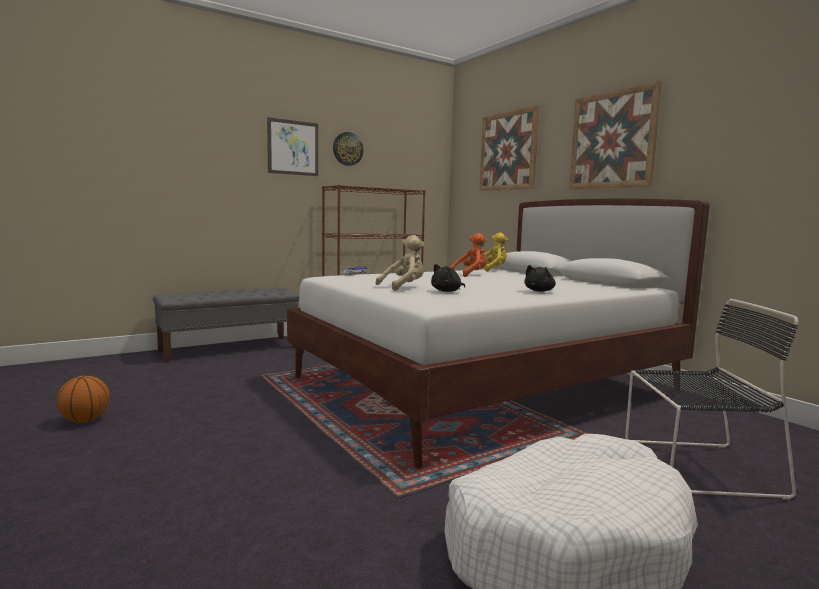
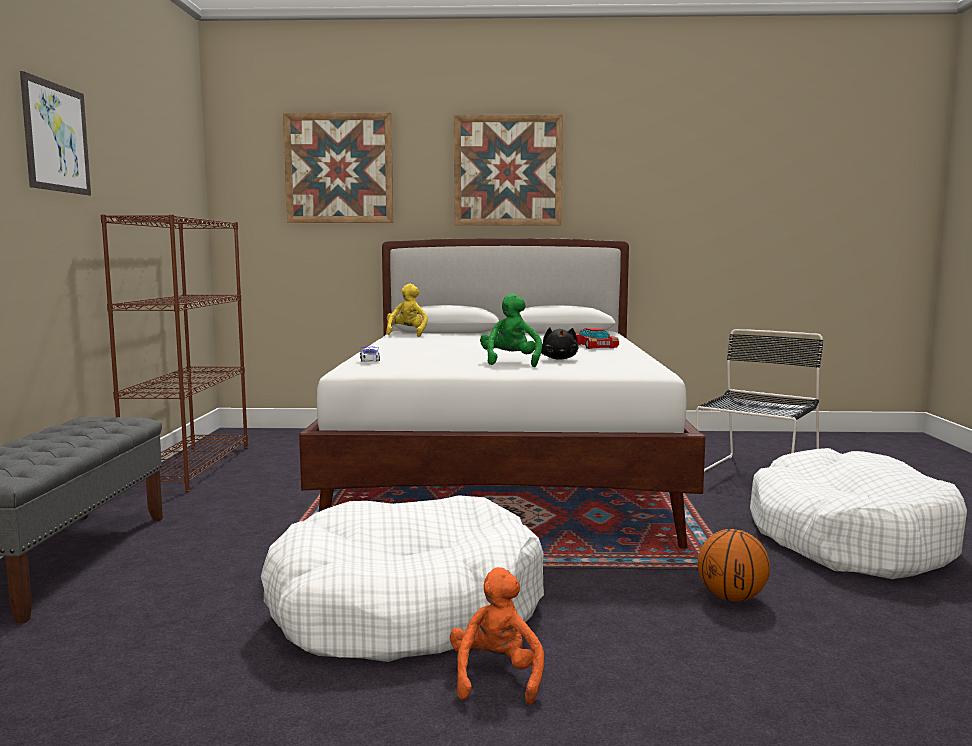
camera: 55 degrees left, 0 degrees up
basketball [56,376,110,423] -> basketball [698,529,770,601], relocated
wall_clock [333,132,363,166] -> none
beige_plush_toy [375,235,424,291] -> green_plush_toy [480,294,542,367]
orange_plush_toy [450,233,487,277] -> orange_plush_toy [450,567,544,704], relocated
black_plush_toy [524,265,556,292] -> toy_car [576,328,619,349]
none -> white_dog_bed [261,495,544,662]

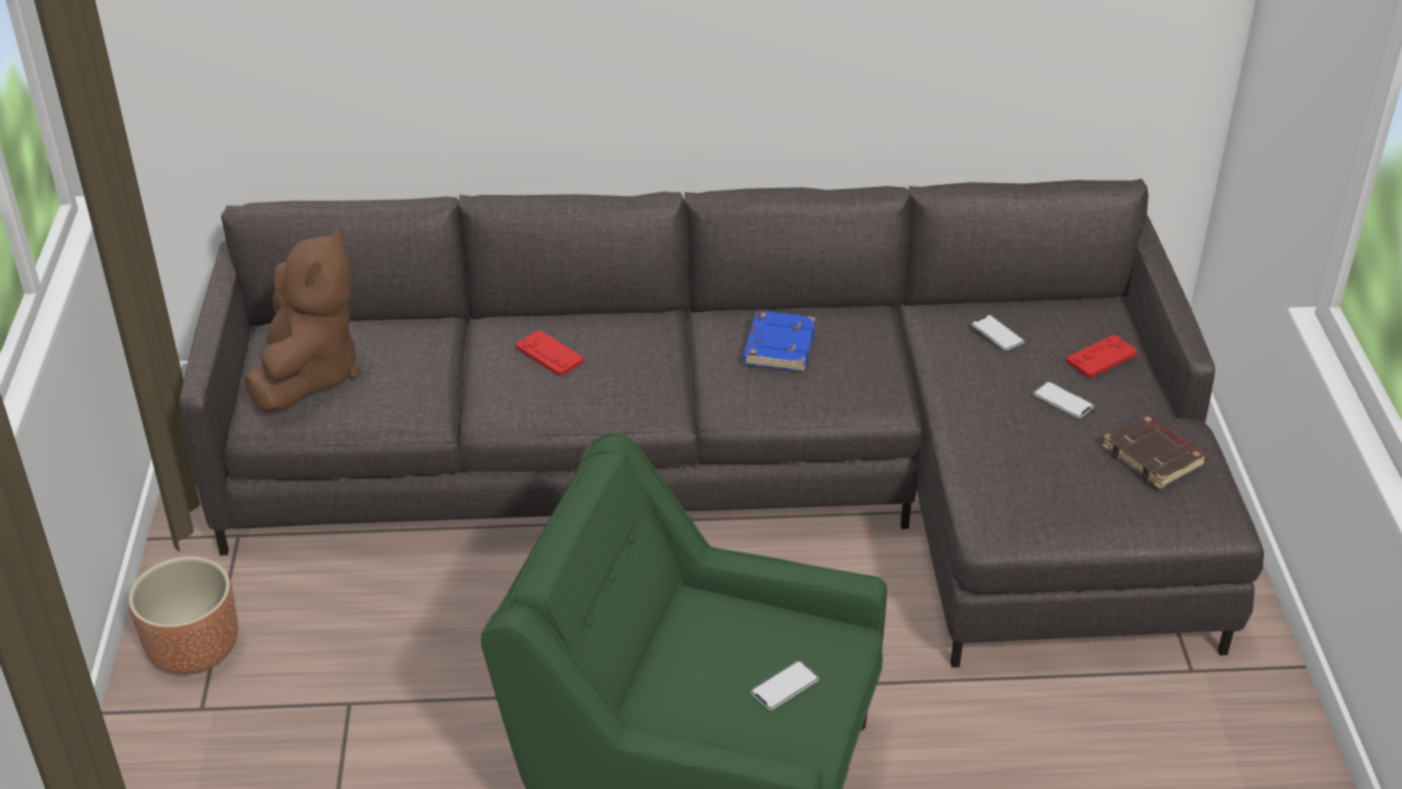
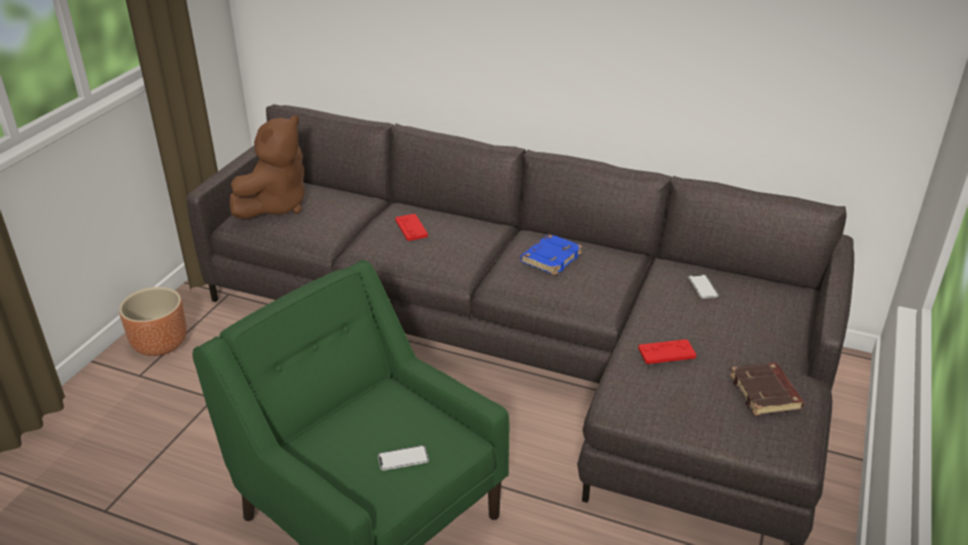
camera: 25 degrees right, 5 degrees down
phone [1033,381,1094,418] -> none
red_game_controller [1067,335,1137,378] -> red_game_controller [638,339,696,364], relocated

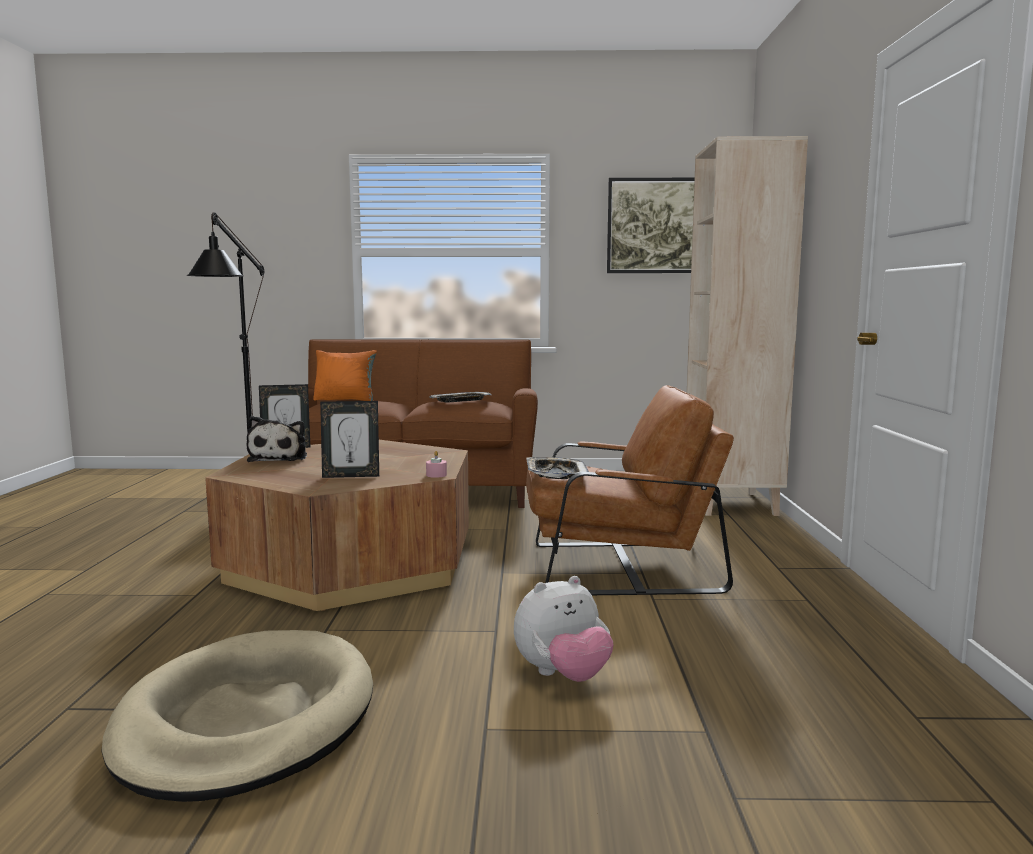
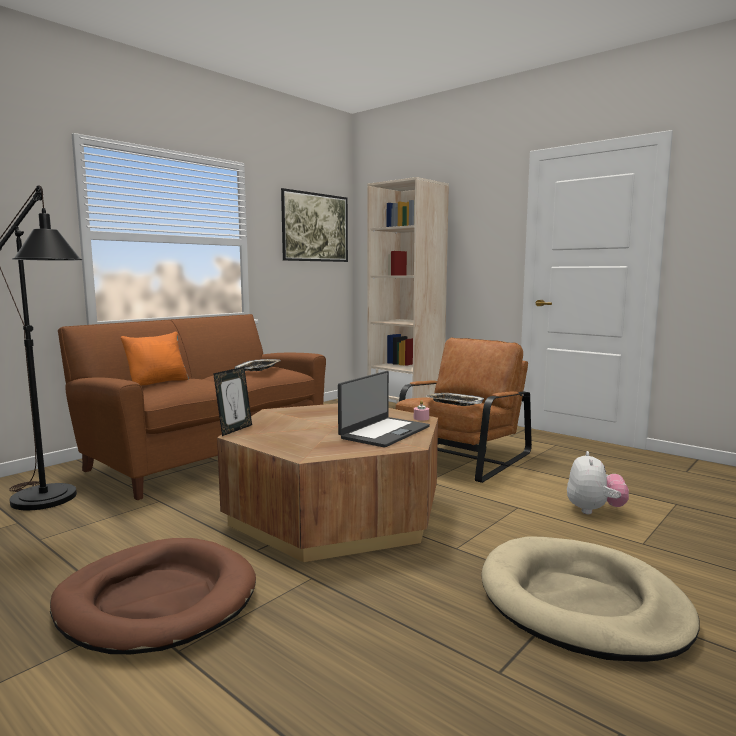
camera: 50 degrees left, 0 degrees up
plush_toy [247,416,307,462] -> none
picture_frame [320,401,379,478] -> laptop [338,371,430,448]
none -> brown_dog_bed [50,538,256,654]

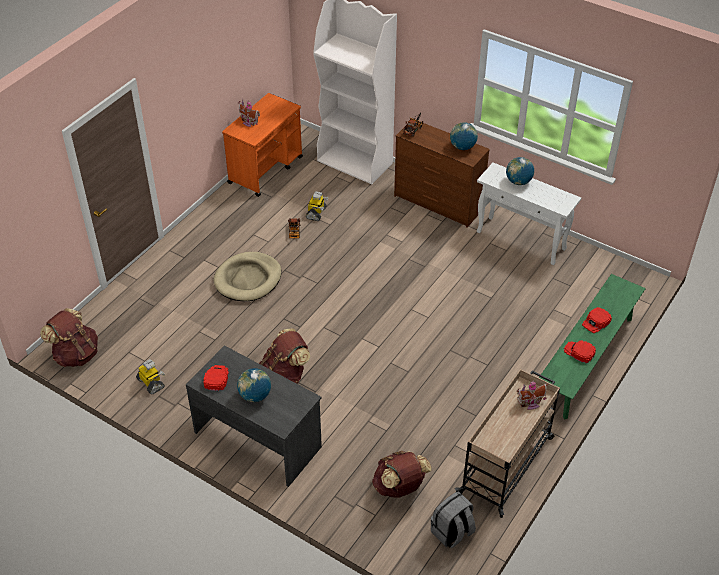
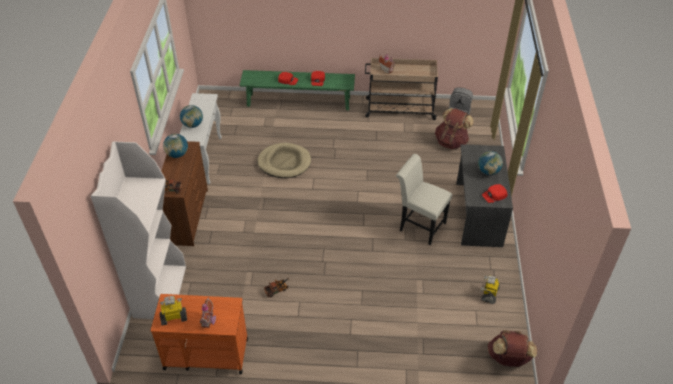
camera: 120 degrees left, 0 degrees up
beige_dog_bed [214,252,281,301] -> beige_dog_bed [257,143,311,178], relocated
brown_backpack [259,328,310,384] -> white_chair [396,154,452,245]
toy_robot [306,191,328,221] -> toy_robot [159,296,187,326], relocated

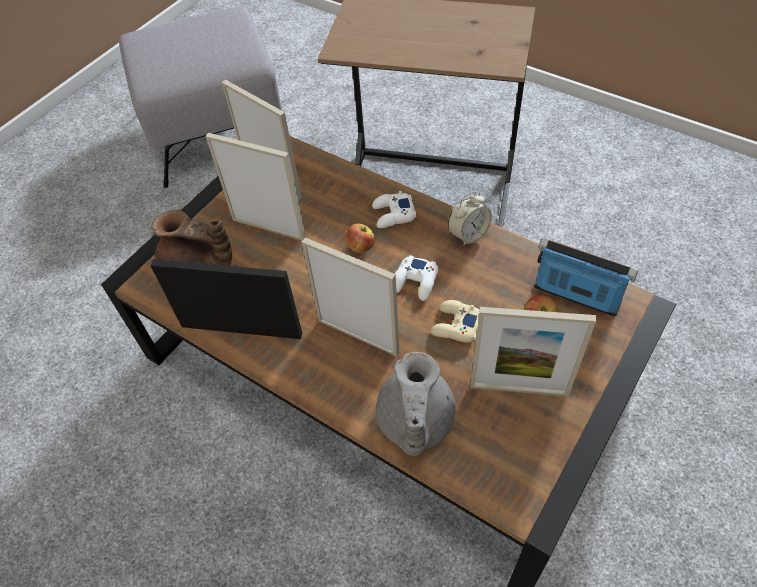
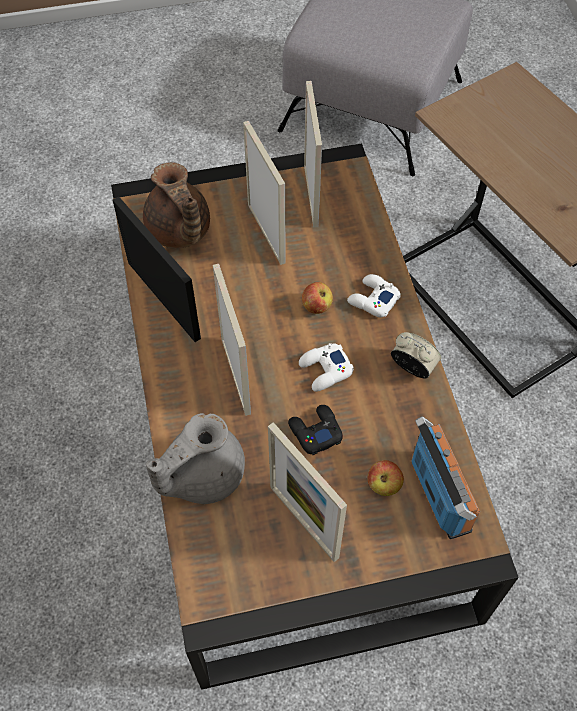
camera: 40 degrees right, 5 degrees up
beige_game_controller [431,300,480,343] -> black_game_controller [288,405,343,455]
alarm_clock [448,191,492,247] -> alarm_clock [391,332,441,378], 150 degrees counterclockwise

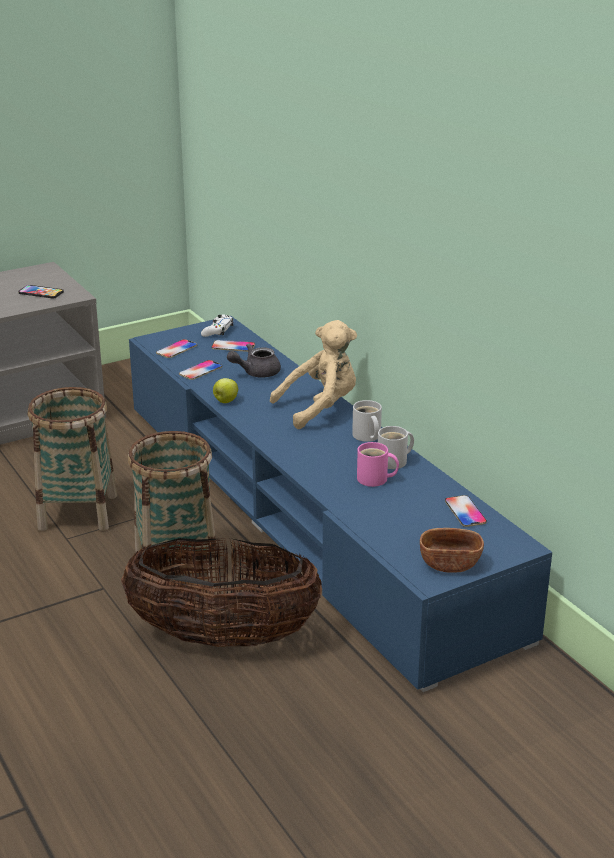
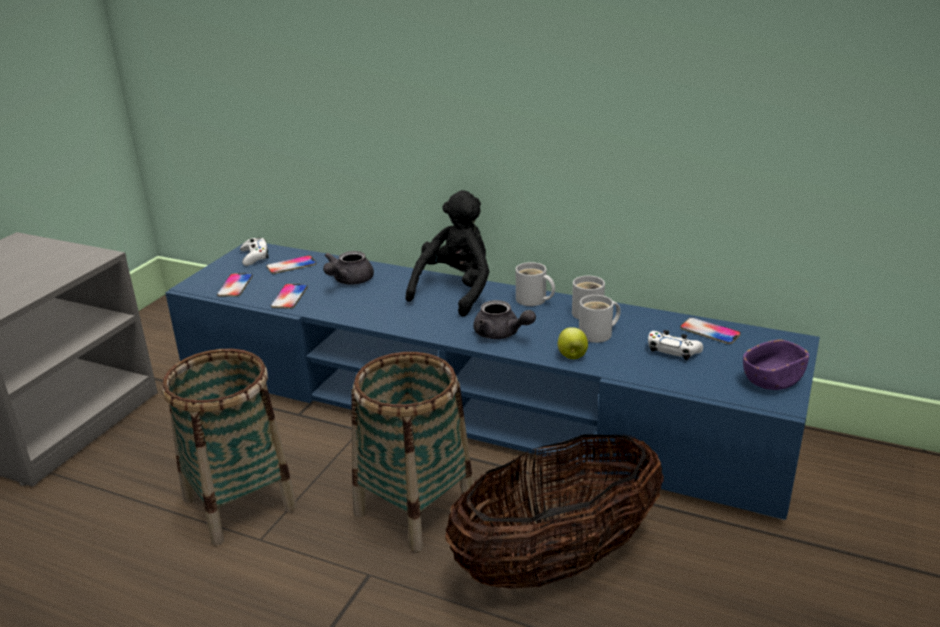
camera: 35 degrees left, 0 degrees up
phone [18,285,64,298] -> none
apple [213,378,238,403] -> apple [558,327,588,359], relocated
beige_plush_toy [270,320,357,429] -> black_plush_toy [406,190,489,317]
pink_mug [357,442,399,487] -> white_mug [579,295,621,343]
brown_bowl [420,528,484,573] -> purple_bowl [743,339,809,390]
none -> grey_teapot [473,300,536,339]
none -> white_game_controller [648,330,703,360]

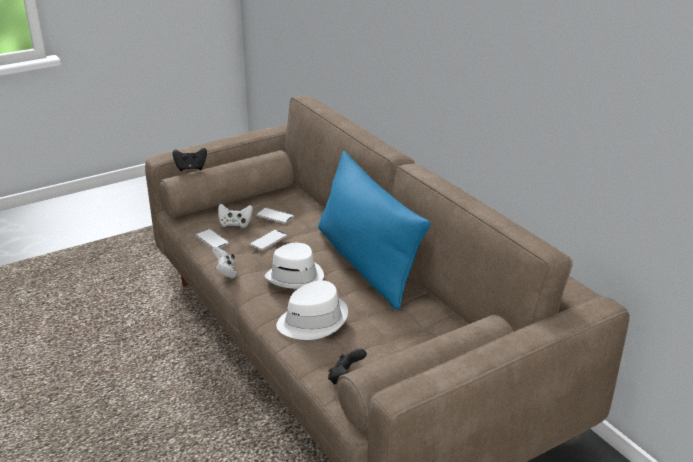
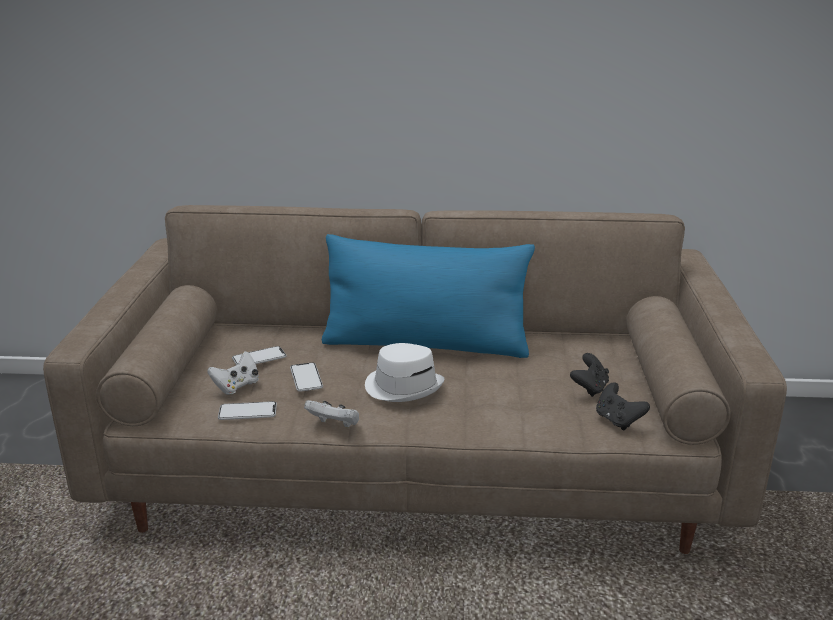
camera: 55 degrees left, 5 degrees down
black_game_controller [173,148,207,171] -> black_game_controller [570,353,609,397], relocated
white_hat [276,280,348,340] -> none

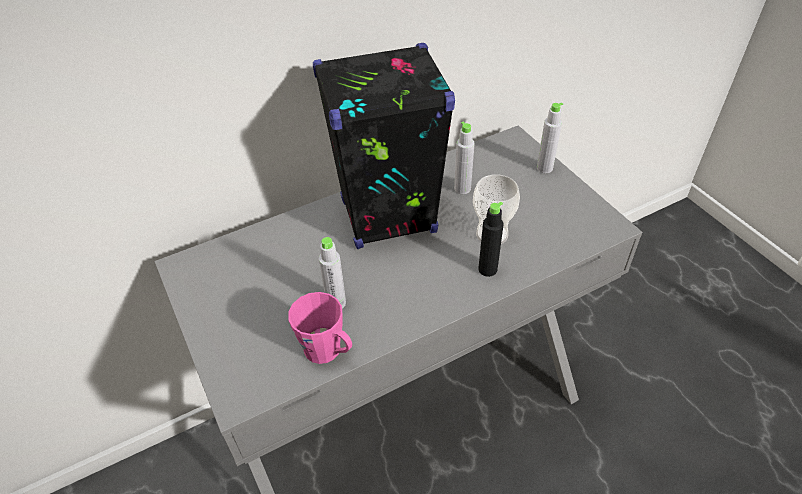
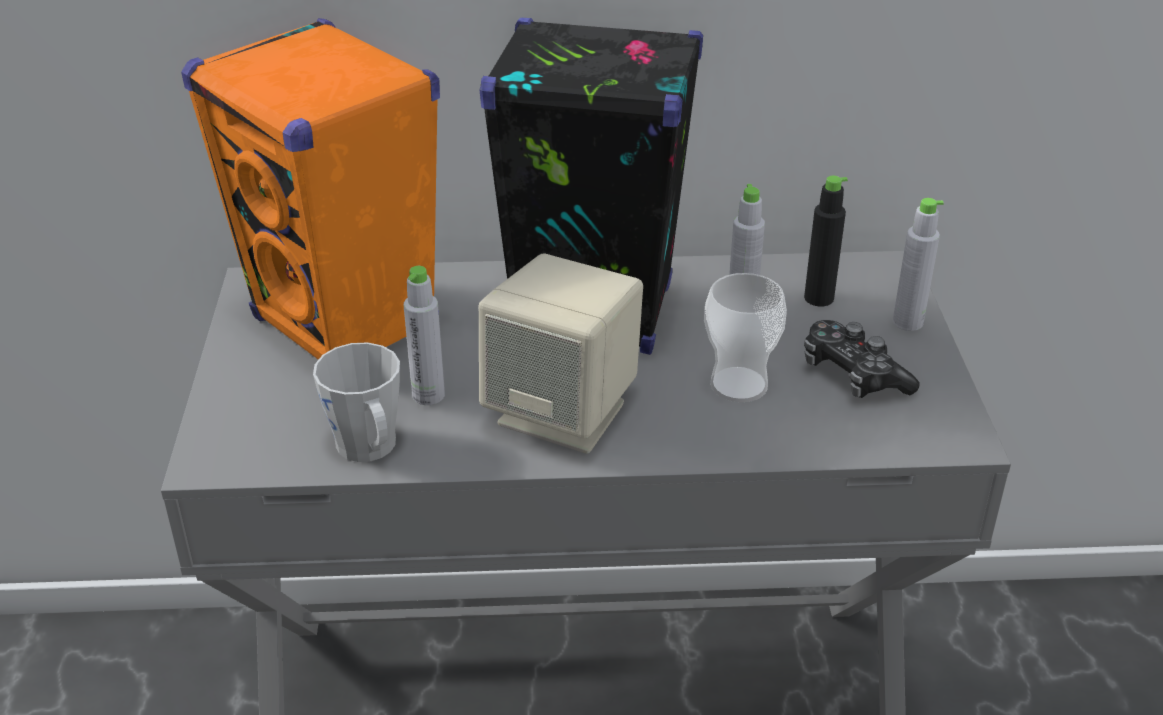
camera: 25 degrees right, 10 degrees down
pink_mug [288,292,352,364] -> grey_mug [313,342,400,462]
black_bottle [478,202,503,277] -> black_bottle [804,176,848,307], relocated
none -> orange_speaker [181,18,440,360]
none -> beige_speaker [479,253,643,454]
none -> game_controller [804,320,919,398]

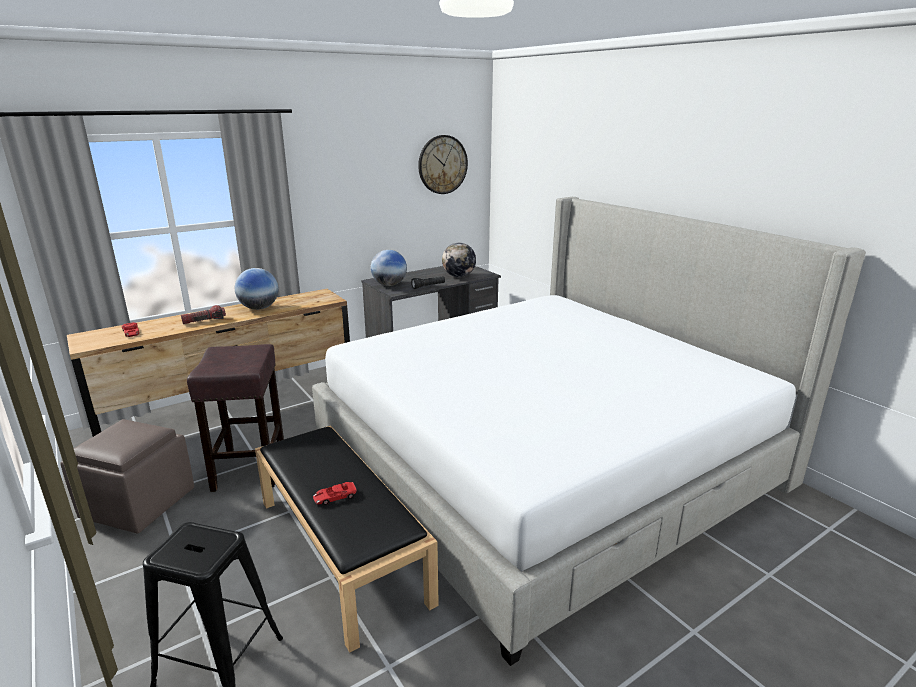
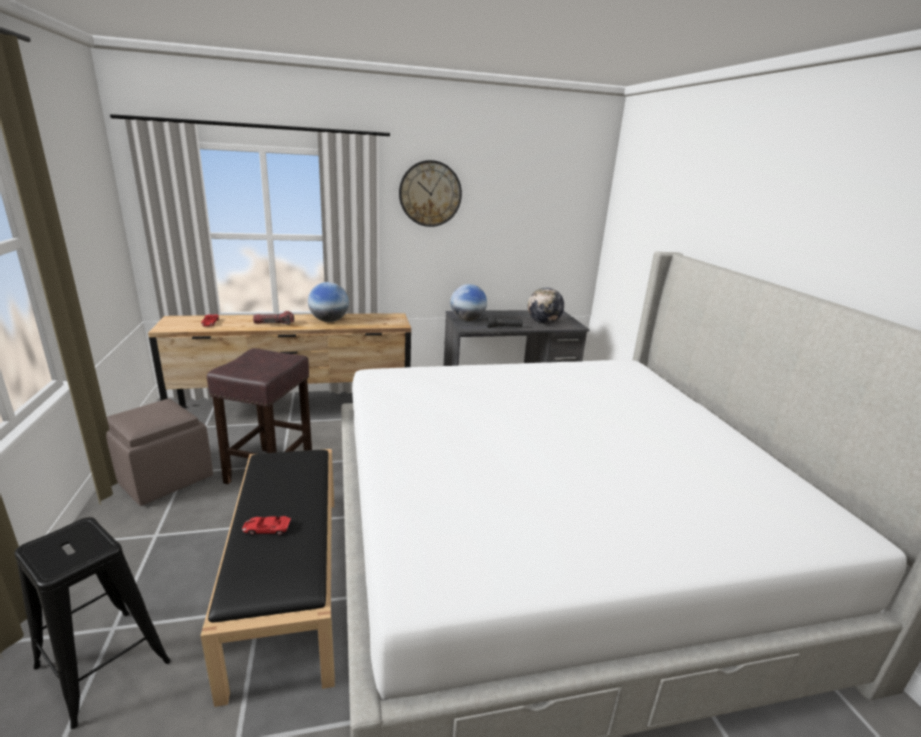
camera: 20 degrees right, 0 degrees up
wall_clock [418,135,468,194] -> wall_clock [399,160,462,227], relocated

